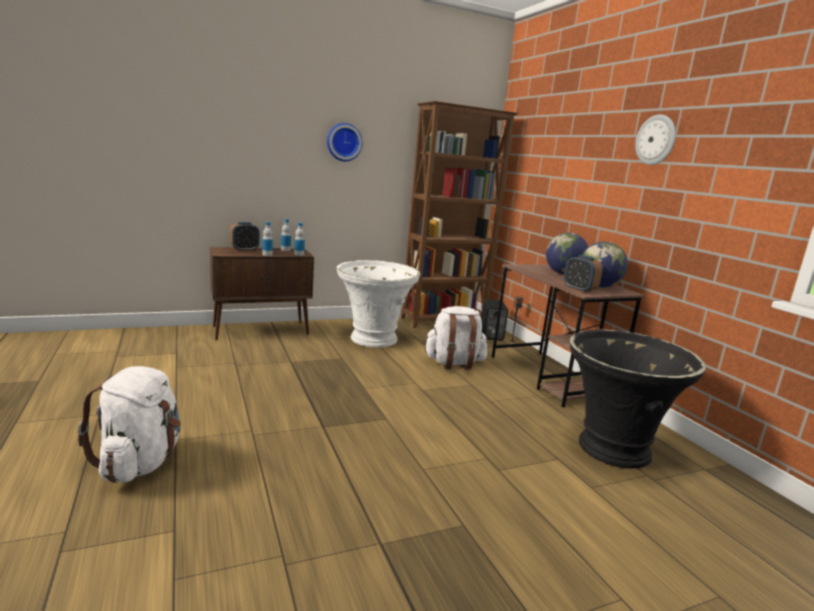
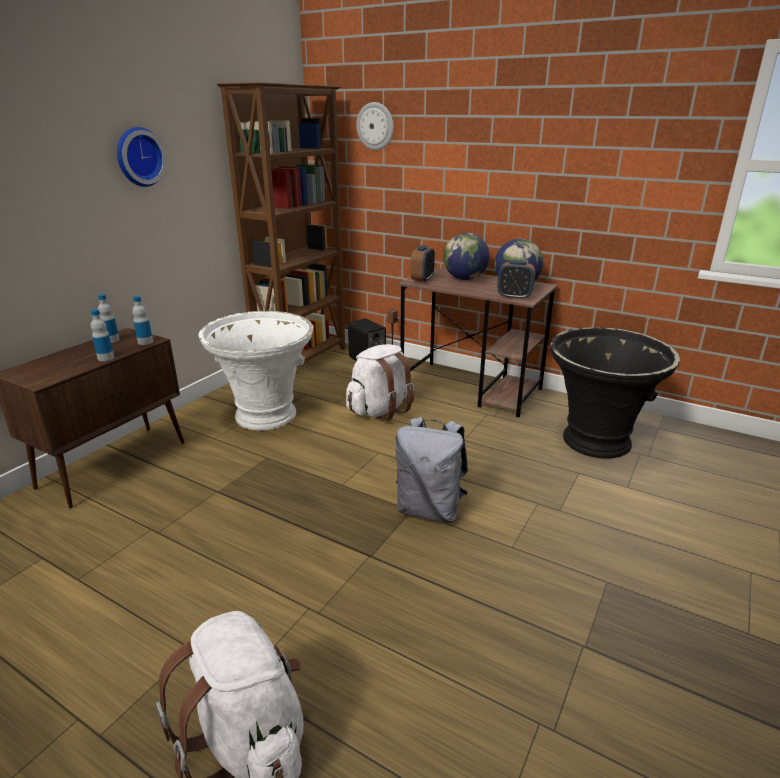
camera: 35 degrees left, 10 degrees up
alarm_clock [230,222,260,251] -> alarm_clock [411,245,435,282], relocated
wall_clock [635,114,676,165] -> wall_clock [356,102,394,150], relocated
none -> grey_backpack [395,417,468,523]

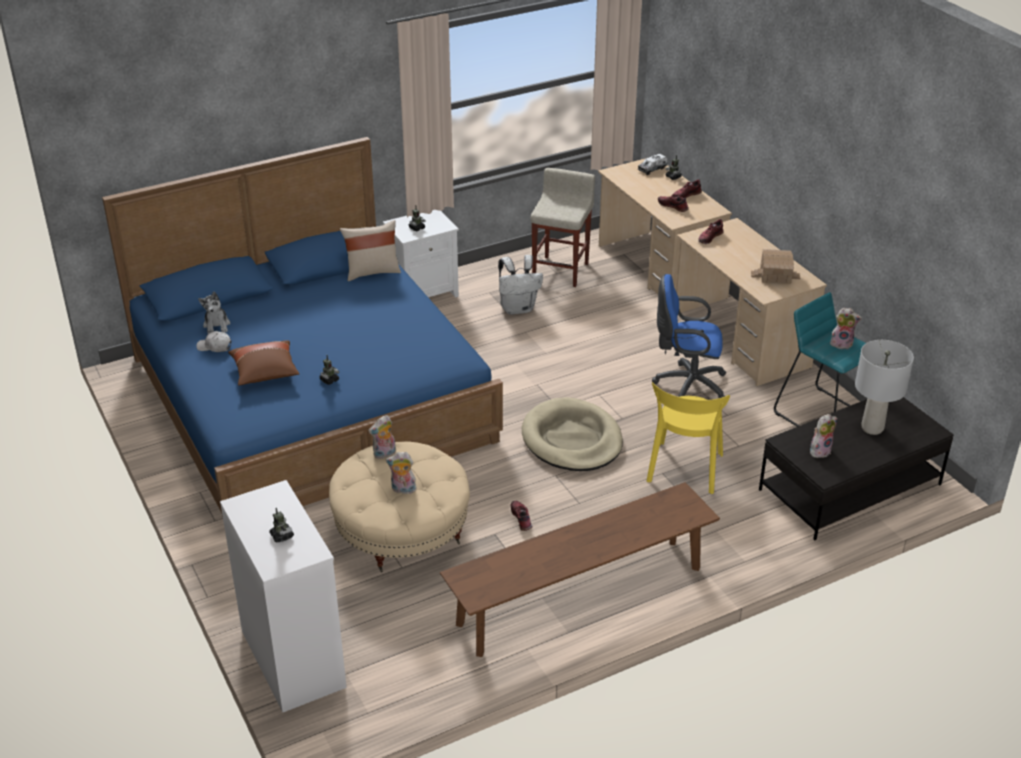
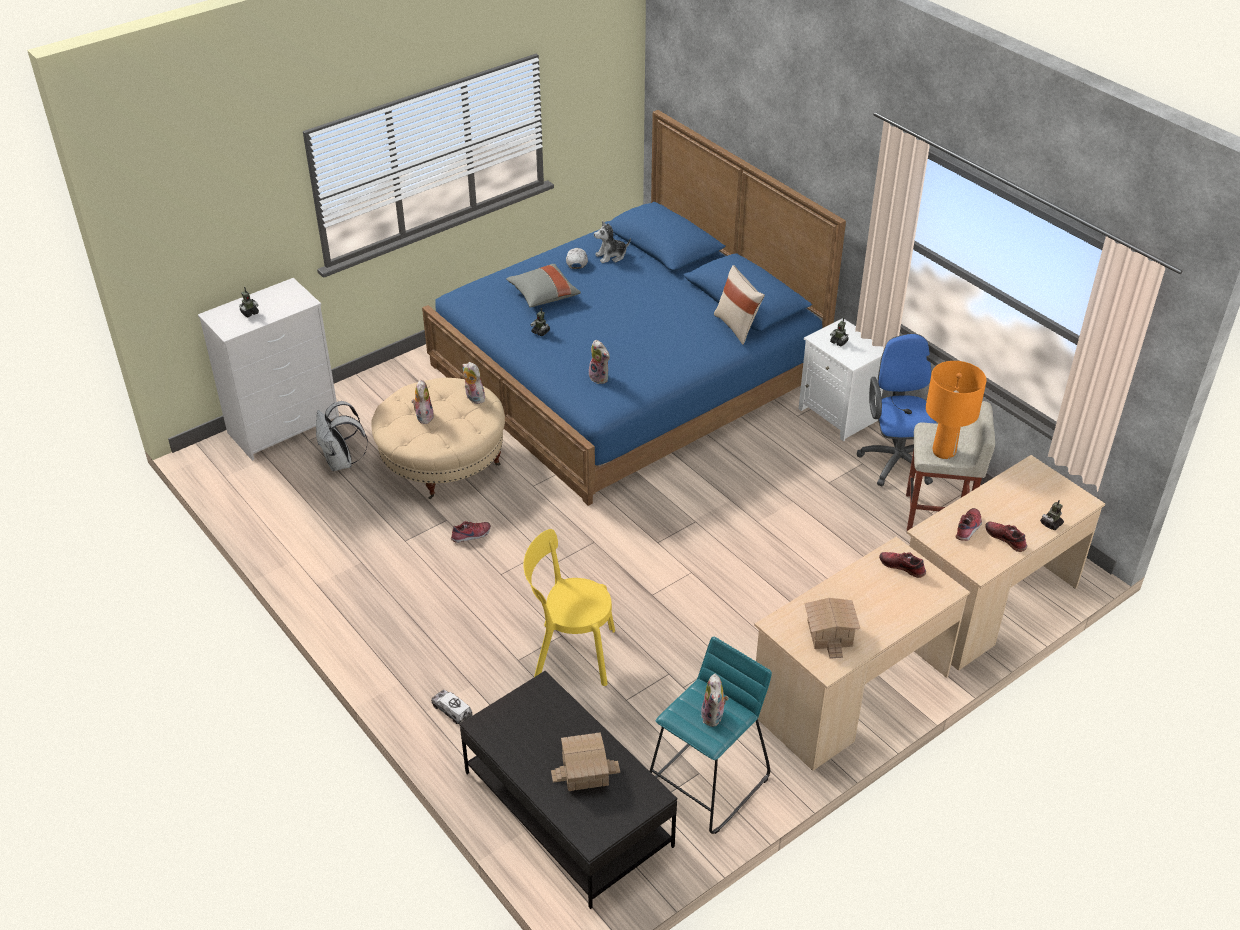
camera: 80 degrees right, 5 degrees up
brown_pillow [228,340,299,386] -> grey_pillow [506,264,581,308]
brown_bench [440,482,720,657] -> none
white_backpack [498,255,543,315] -> white_backpack [316,401,368,471], relocated
beige_dog_bed [522,397,623,471] -> none
toy_truck [638,154,668,175] -> toy_truck [431,690,473,725], relocated
blue_office_chair [652,274,726,398] -> blue_office_chair [857,334,937,486], relocated
plush_toy [810,414,837,458] -> plush_toy [589,340,610,384], relocated
grey_table_lamp [855,340,914,435] -> toy_house [551,732,620,791]
none -> orange_table_lamp [926,361,987,459]

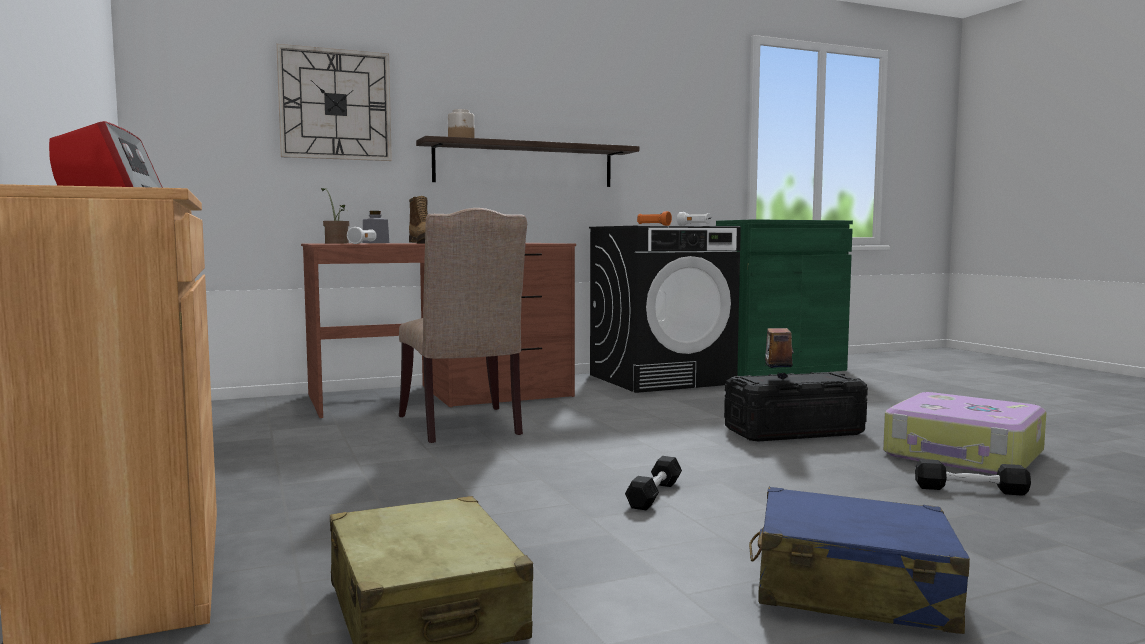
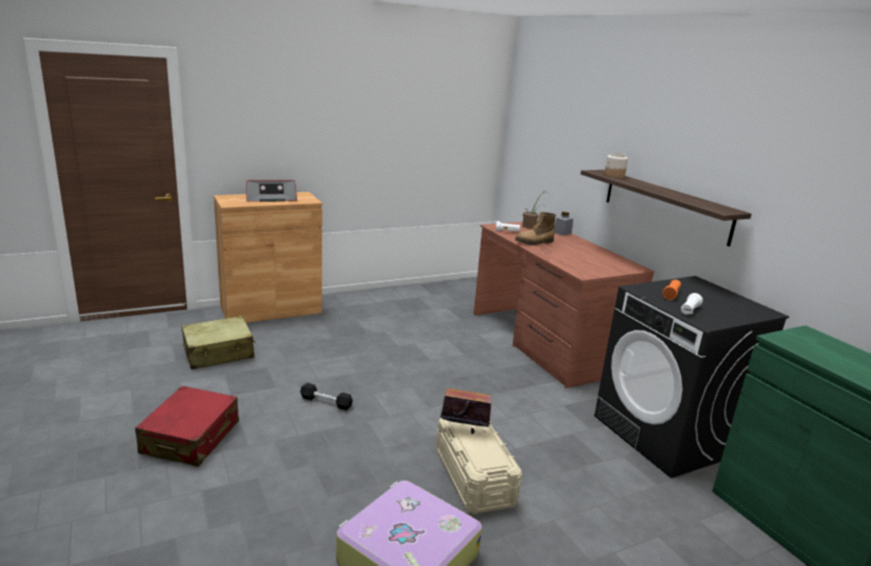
camera: 85 degrees right, 15 degrees up
wall_clock [276,44,392,161] -> none
beige_chair [399,208,527,443] -> none
black_storage_box [724,372,868,441] -> beige_storage_box [436,418,522,514]
blue_suitcase [749,487,970,634] -> red_suitcase [135,386,239,467]
black_dumbbell [915,459,1031,496] -> none

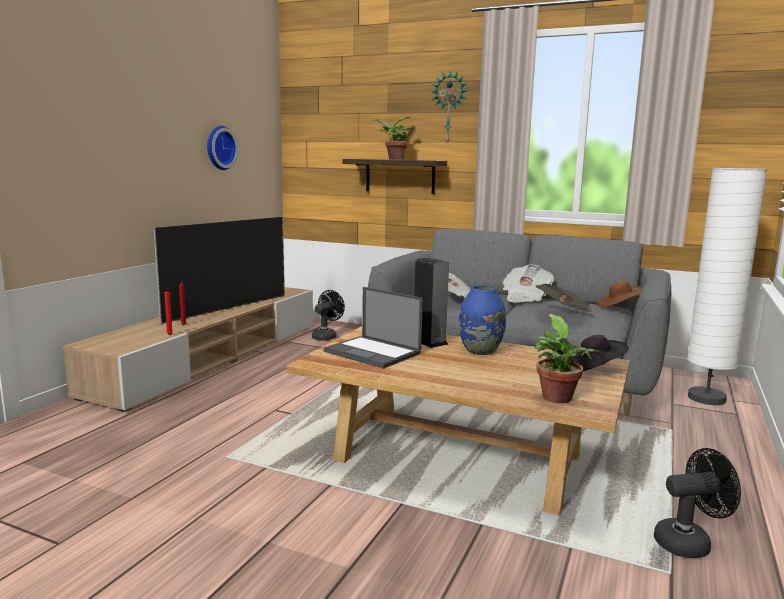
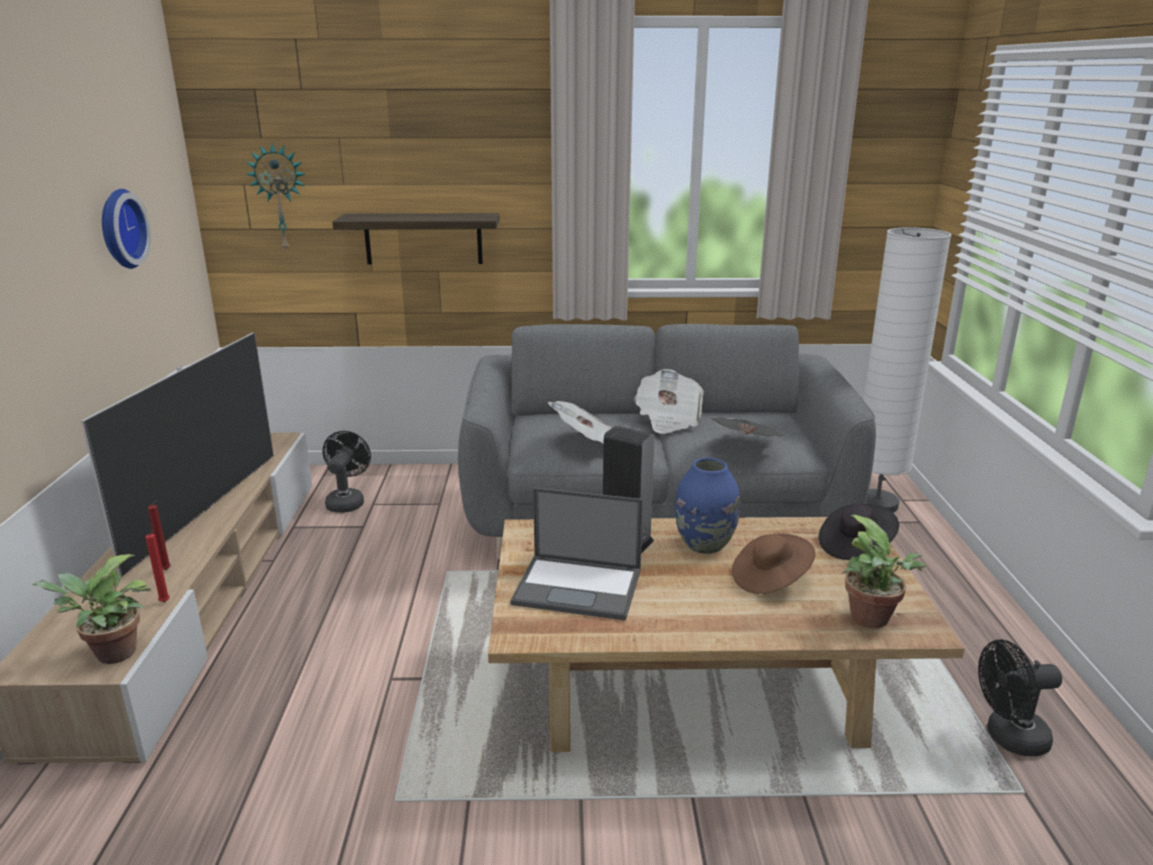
camera: 25 degrees left, 10 degrees up
potted_plant [374,117,415,160] -> potted_plant [32,554,151,664], relocated
wall_clock [432,70,468,145] -> wall_clock [246,143,305,251], relocated
brown_hat [598,281,643,307] -> brown_hat [732,534,816,594], relocated
black_fan [654,448,741,558] -> black_fan [978,639,1062,756], 150 degrees counterclockwise

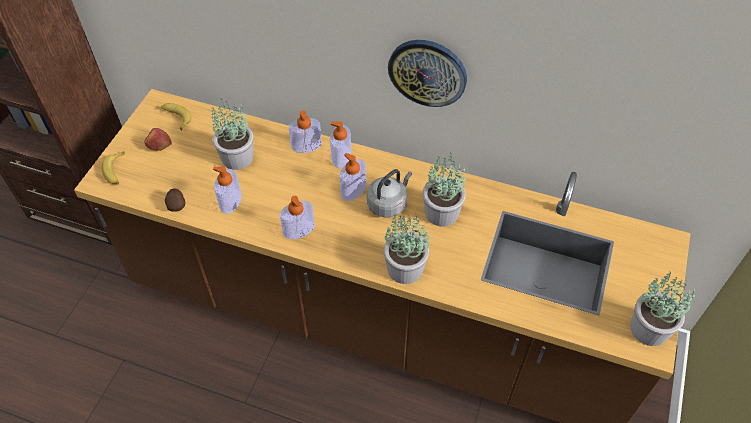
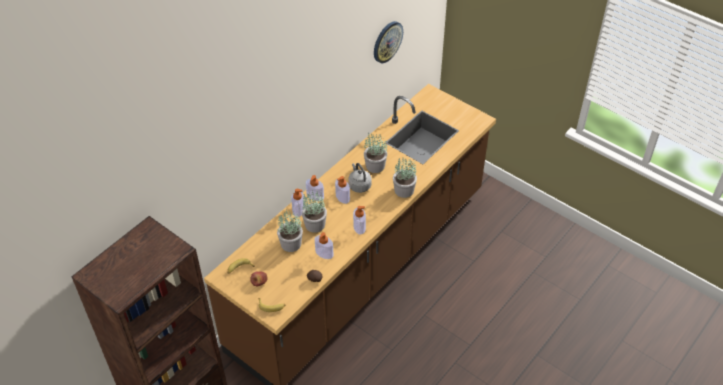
camera: 70 degrees left, 5 degrees down
wall_clock [388,40,467,107] -> wall_clock [374,21,403,63], relocated
potted_plant [630,272,695,346] -> potted_plant [302,190,327,233], relocated

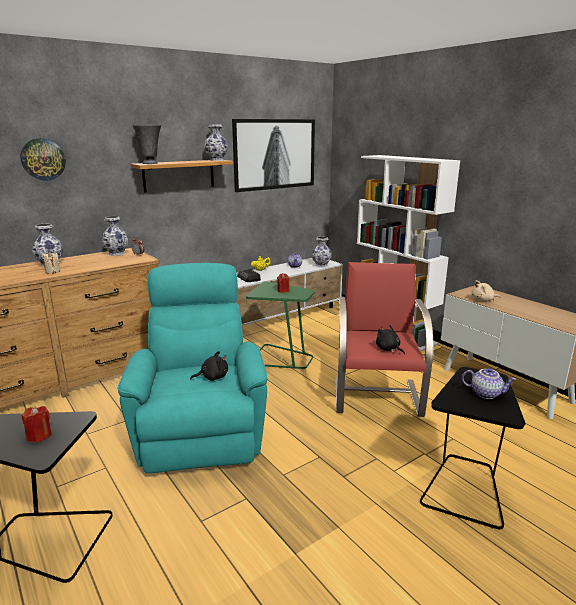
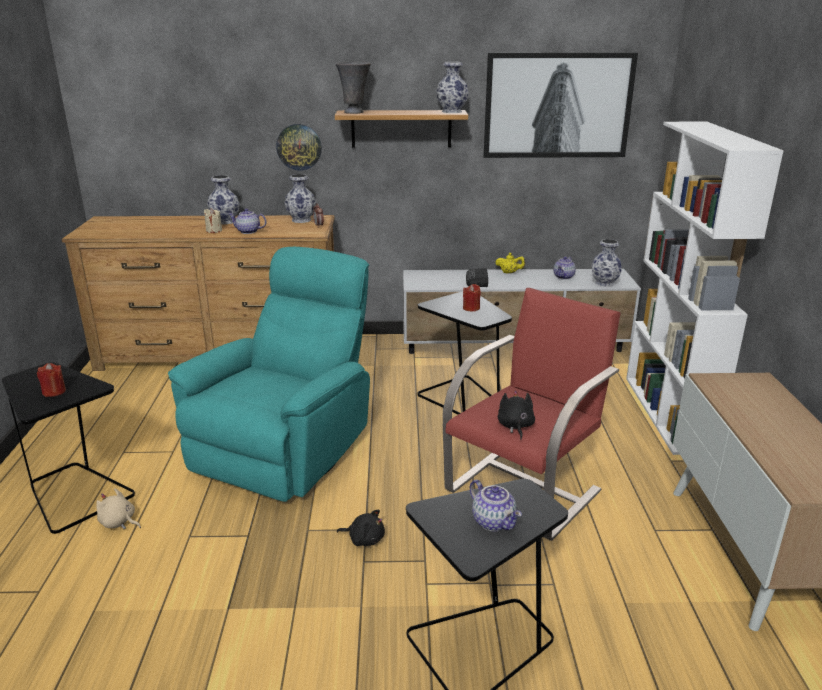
camera: 35 degrees right, 5 degrees up
wall_clock [21,138,66,181] -> wall_clock [276,124,322,170], relocated
black_plush_toy [190,351,228,381] -> black_plush_toy [337,510,385,546], relocated
green_side_table [246,281,315,369] -> black_side_table [418,291,512,415]
beige_plush_toy [471,280,500,302] -> beige_plush_toy [96,488,141,529], relocated
none -> teapot [229,209,266,234]

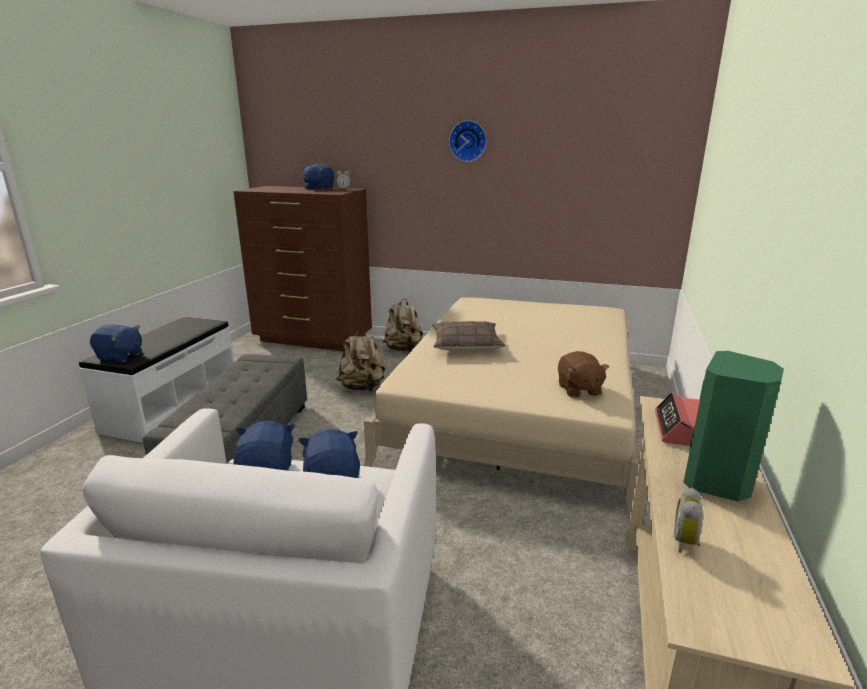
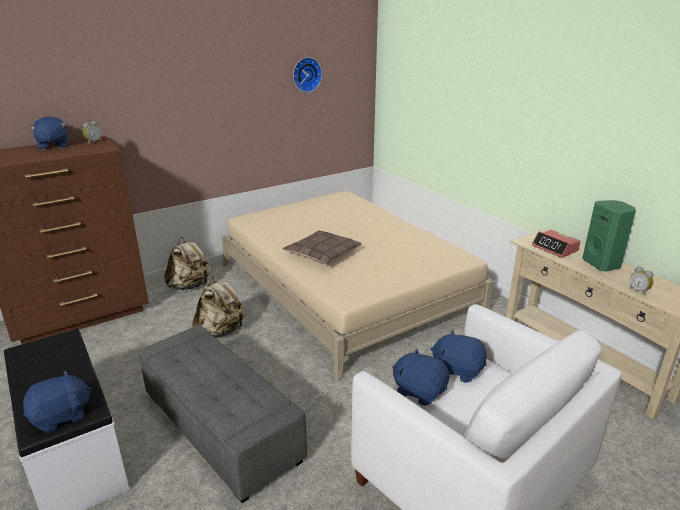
camera: 50 degrees left, 5 degrees up
wall_clock [449,120,487,162] -> wall_clock [293,57,322,92], relocated
brown_plush_toy [558,351,609,398] -> none

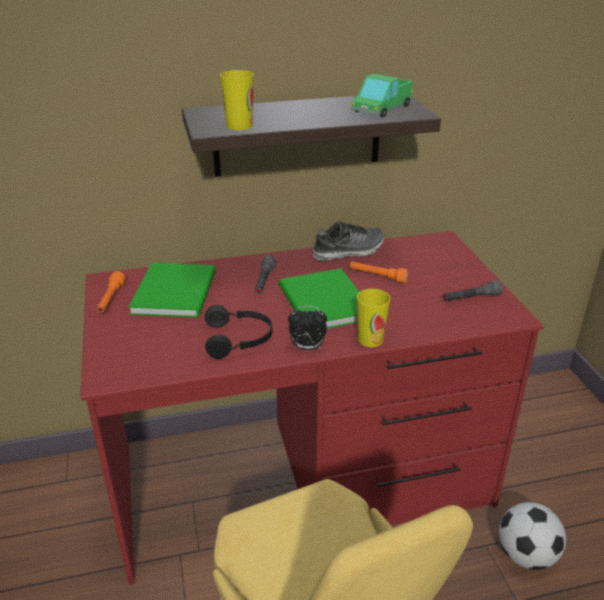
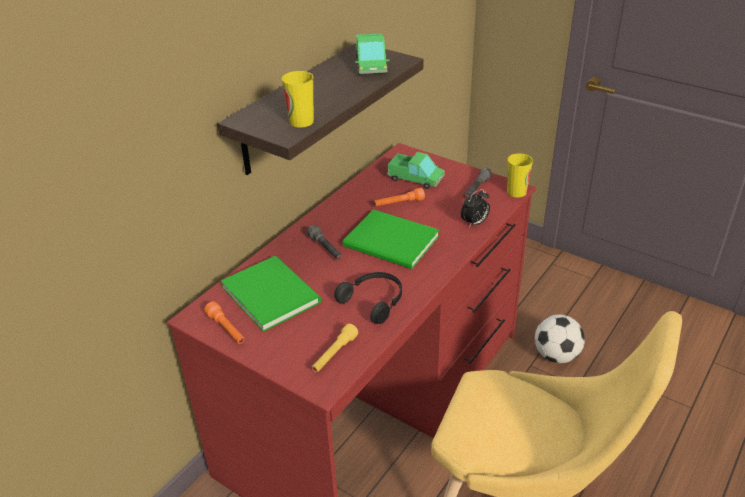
camera: 40 degrees left, 5 degrees up
alarm_clock [288,306,327,350] -> alarm_clock [461,189,490,227], relocated
shoe [313,221,384,261] -> none
cup [357,289,390,347] -> cup [507,153,533,197], relocated
none -> yellow_flashlight [312,324,358,372]
none -> toy_truck [387,152,445,189]

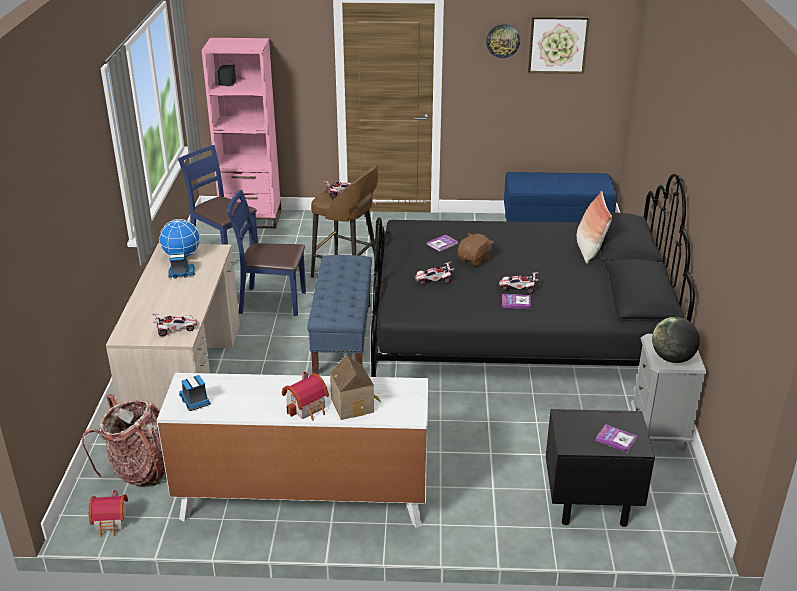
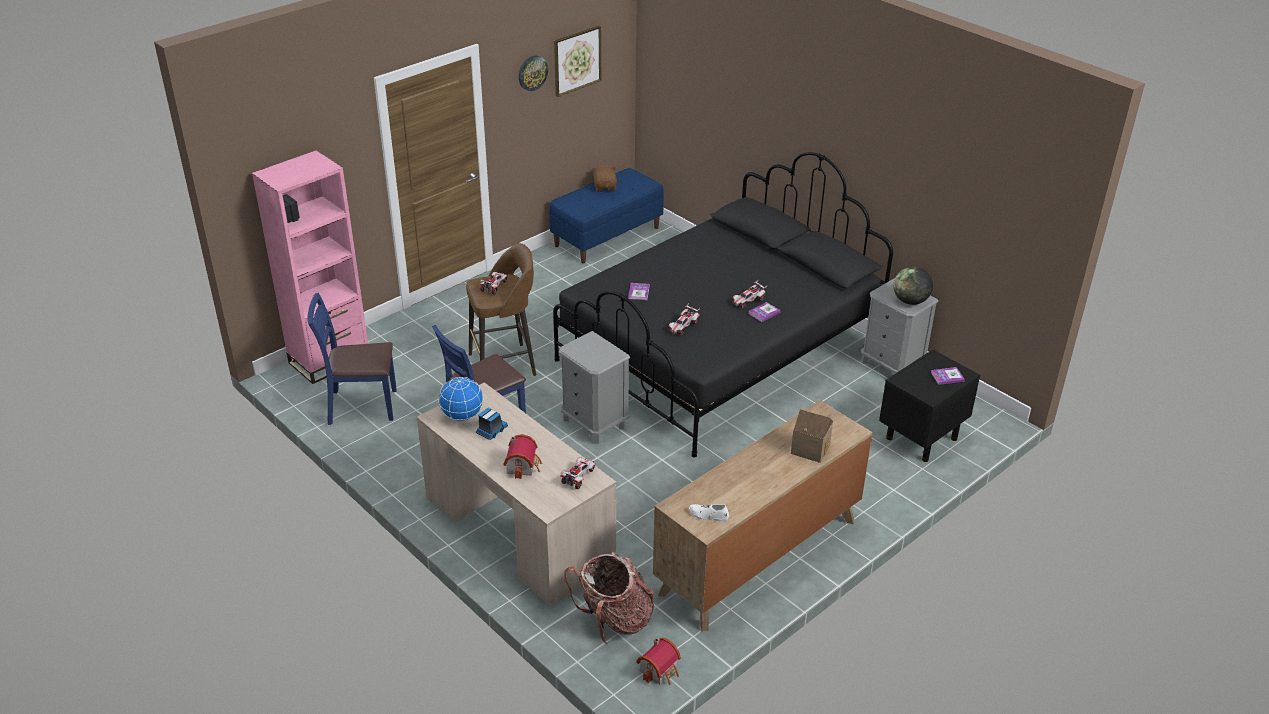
camera: 45 degrees left, 5 degrees up
white_dresser [157,373,428,528] -> brown_dresser [653,400,873,632]
toy_truck [179,375,211,411] -> white_shoe [689,504,729,522]
toy_house [282,371,329,421] -> toy_house [503,434,542,479], relocated
blue_bench [307,255,372,374] -> grey_nightstand [559,331,630,444]
brown_plush_toy [458,233,493,266] -> brown_plush_toy [592,165,617,192], relocated
pillow [576,191,612,264] -> none

